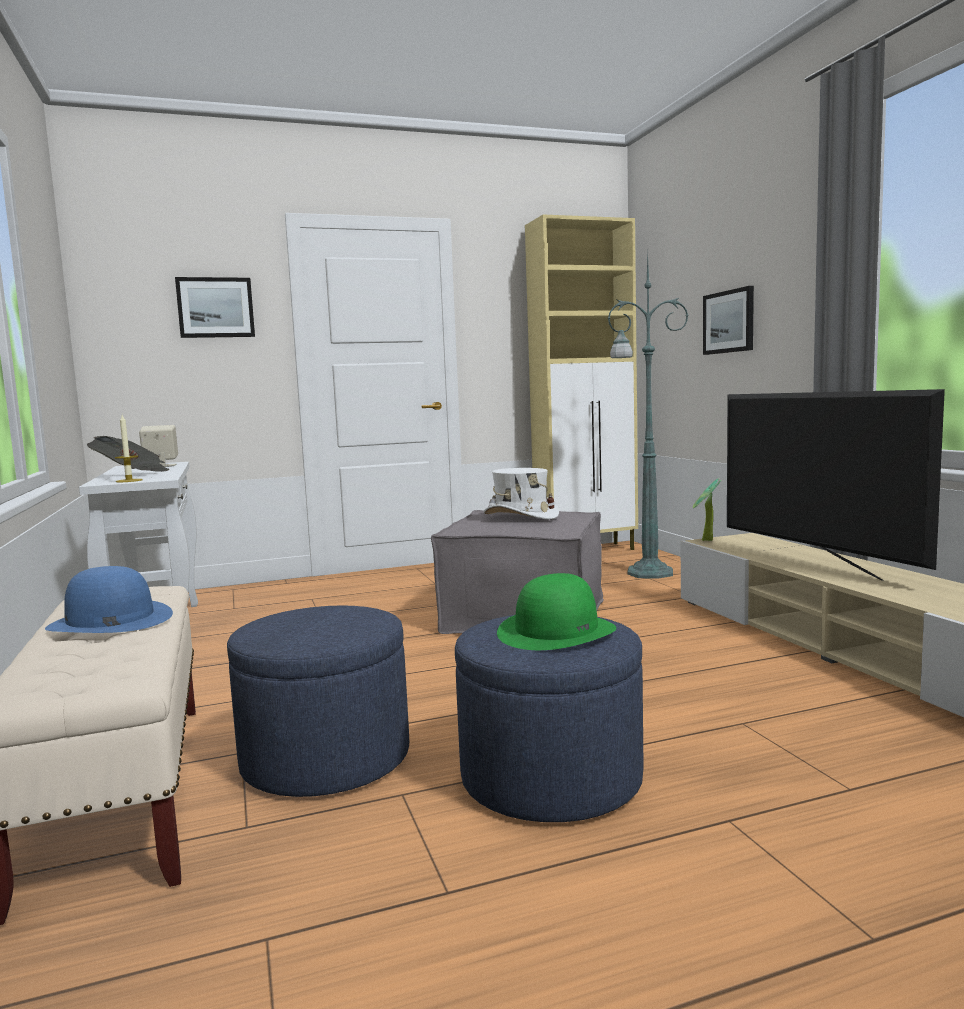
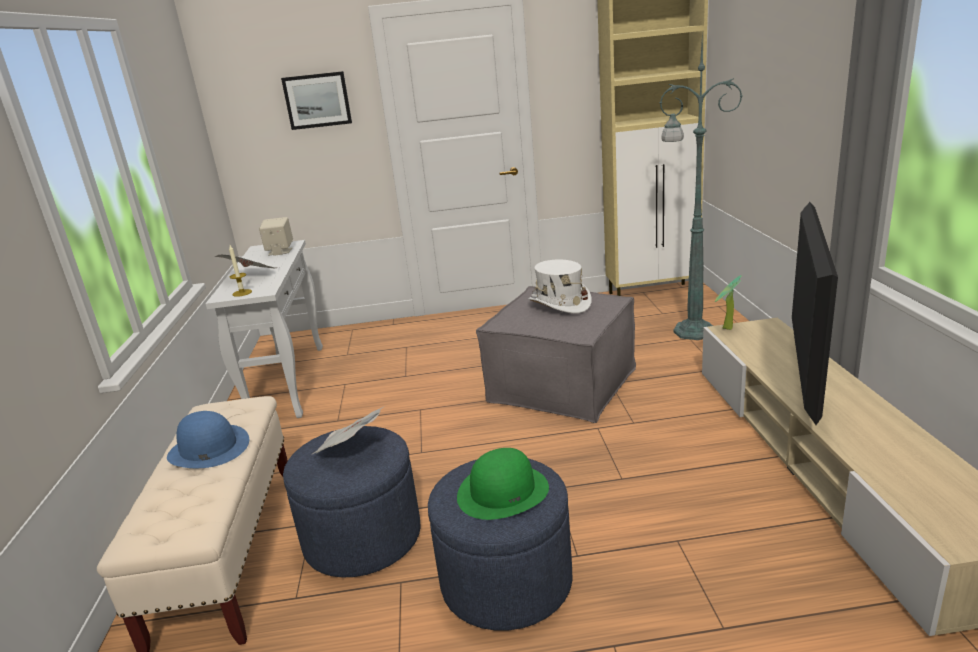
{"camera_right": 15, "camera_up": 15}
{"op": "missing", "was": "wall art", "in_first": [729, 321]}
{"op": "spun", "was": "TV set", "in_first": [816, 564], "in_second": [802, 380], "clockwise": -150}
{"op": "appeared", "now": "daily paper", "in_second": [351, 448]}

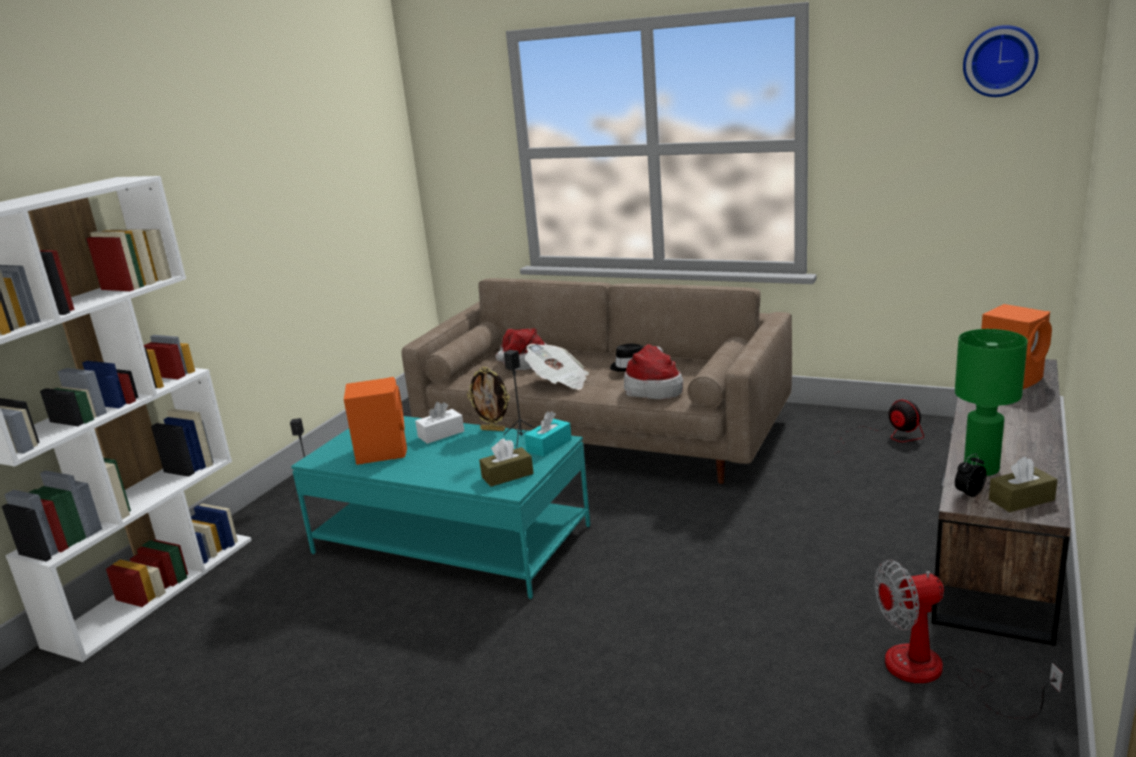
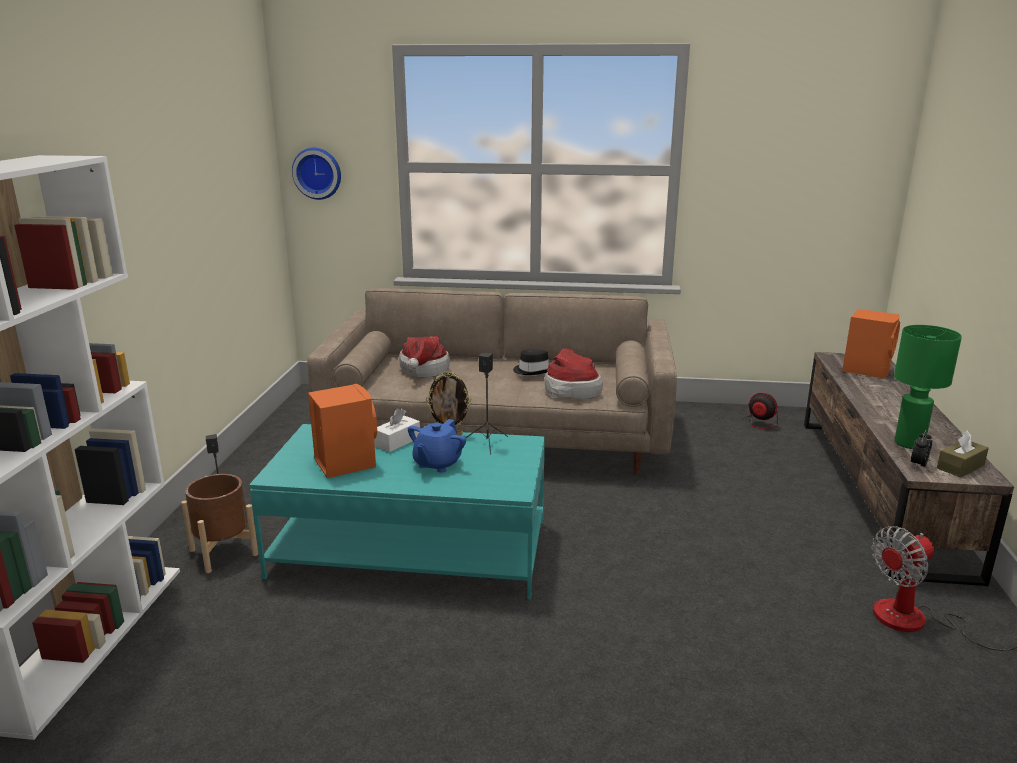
{"camera_right": -20, "camera_up": 0}
{"op": "relocated", "was": "wall clock", "in_first": [1000, 61], "in_second": [318, 173]}
{"op": "missing", "was": "daily paper", "in_first": [559, 382]}
{"op": "missing", "was": "turquoise tissue holder", "in_first": [549, 445]}
{"op": "missing", "was": "brown-coloured tissue holder", "in_first": [507, 475]}
{"op": "appeared", "now": "bluish teapot", "in_second": [437, 464]}
{"op": "appeared", "now": "brown-coloured planter", "in_second": [223, 552]}

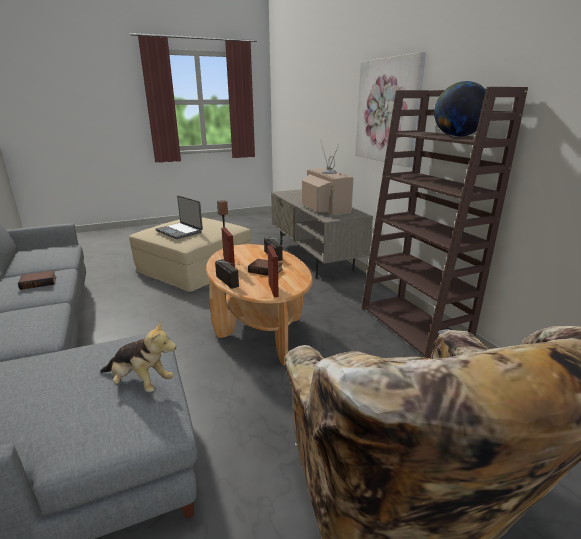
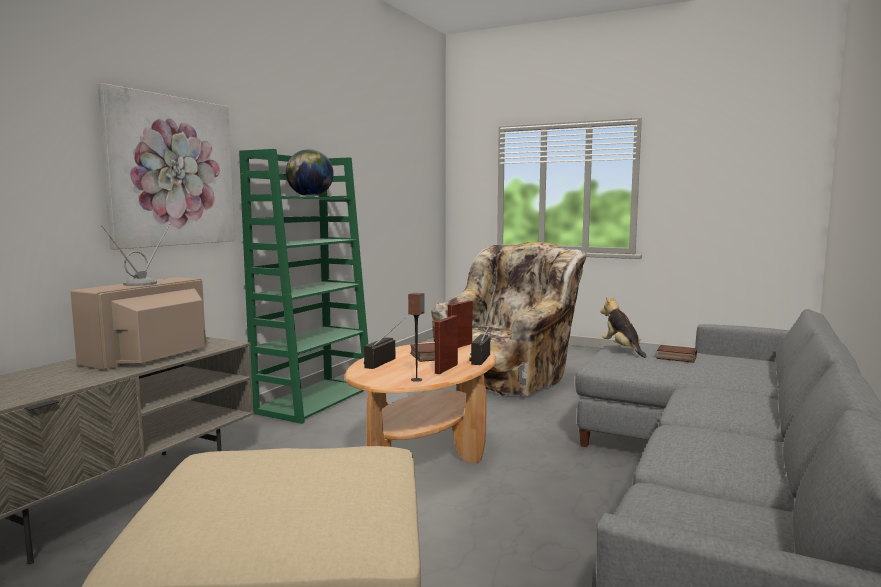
{"camera_right": -130, "camera_up": -15}
{"op": "colour", "was": "brown-coloured bookcase", "now": "green bookcase", "in_first": [414, 326], "in_second": [315, 400]}
{"op": "missing", "was": "laptop", "in_first": [180, 231]}
{"op": "relocated", "was": "volume", "in_first": [39, 282], "in_second": [675, 358]}

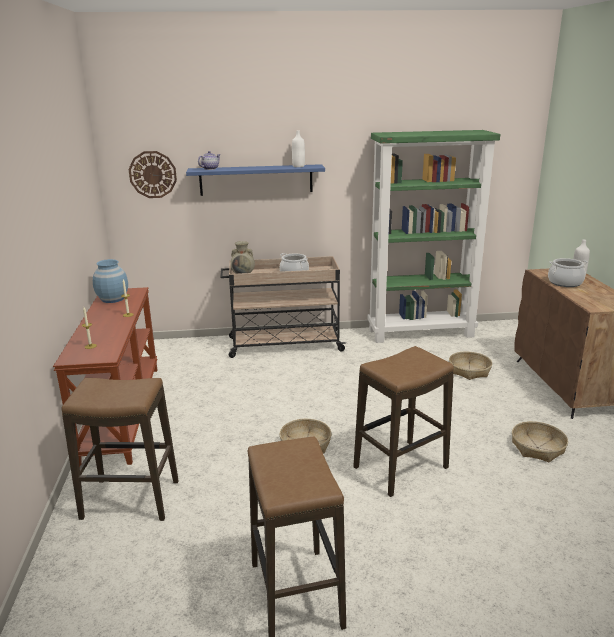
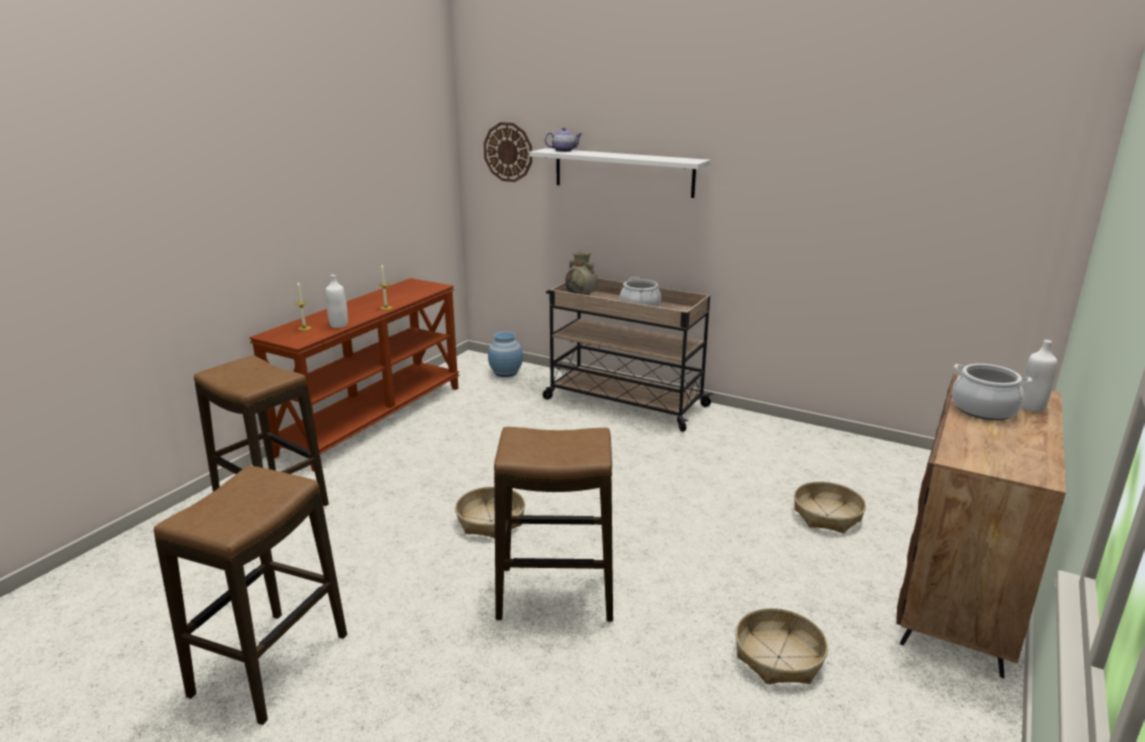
{"camera_right": 35, "camera_up": 0}
{"op": "relocated", "was": "white bottle", "in_first": [298, 166], "in_second": [339, 325]}
{"op": "missing", "was": "green bookcase", "in_first": [421, 332]}
{"op": "colour", "was": "bluish wall shelf", "now": "white wall shelf", "in_first": [256, 180], "in_second": [623, 172]}
{"op": "relocated", "was": "bluish vase", "in_first": [112, 299], "in_second": [506, 372]}

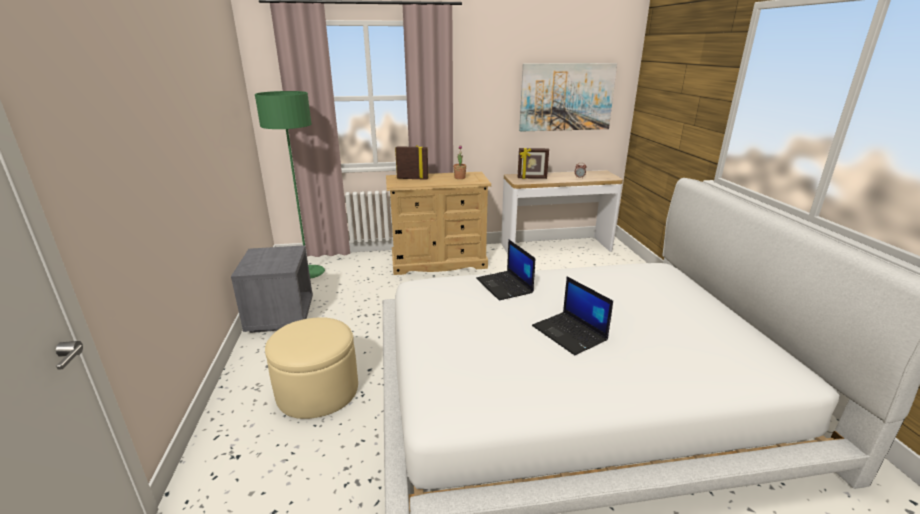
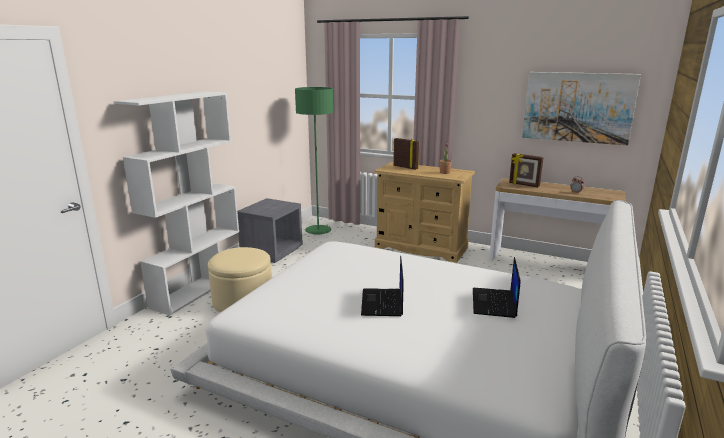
{"camera_right": 35, "camera_up": -5}
{"op": "relocated", "was": "laptop", "in_first": [505, 286], "in_second": [494, 303]}
{"op": "appeared", "now": "white bookcase", "in_second": [198, 288]}

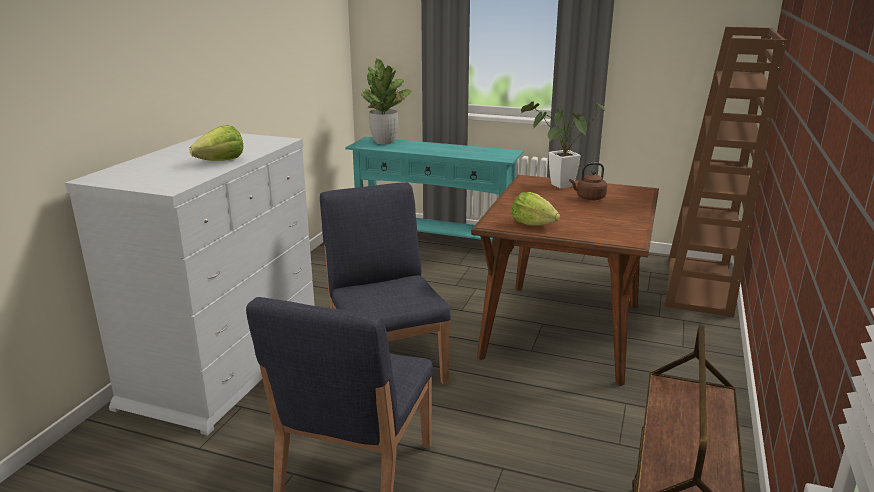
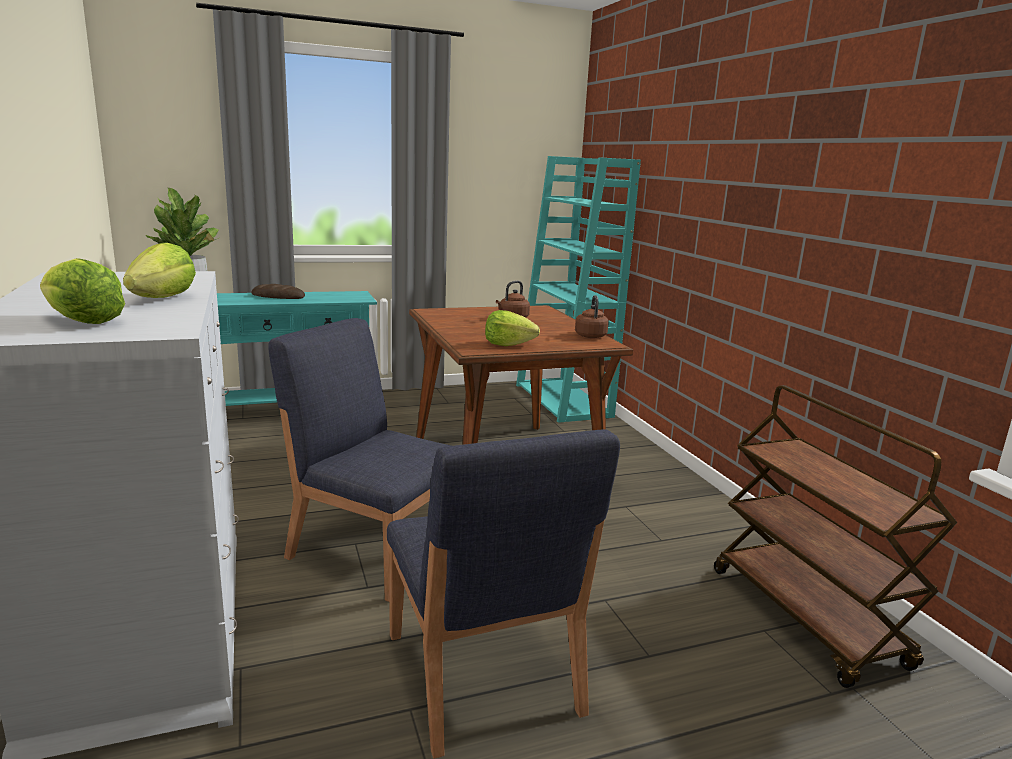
{"camera_right": -40, "camera_up": -5}
{"op": "colour", "was": "brown-coloured bookcase", "now": "turquoise bookcase", "in_first": [699, 286], "in_second": [564, 401]}
{"op": "missing", "was": "houseplant", "in_first": [557, 186]}
{"op": "appeared", "now": "head of lettuce", "in_second": [82, 321]}
{"op": "appeared", "now": "baked bread", "in_second": [278, 296]}
{"op": "appeared", "now": "brown-coloured tea kettle", "in_second": [590, 335]}

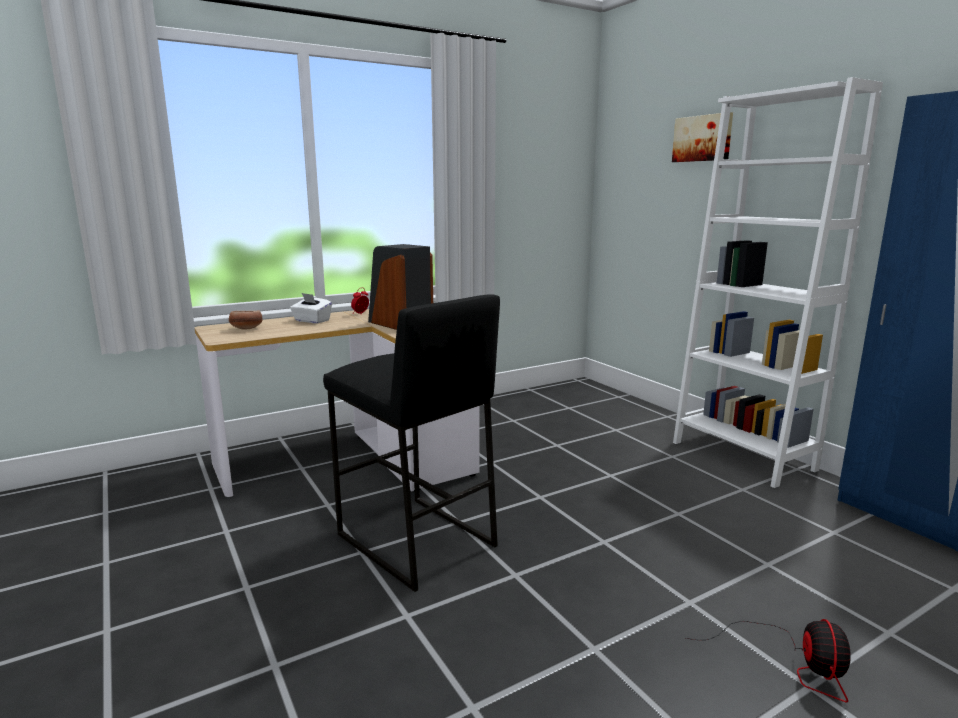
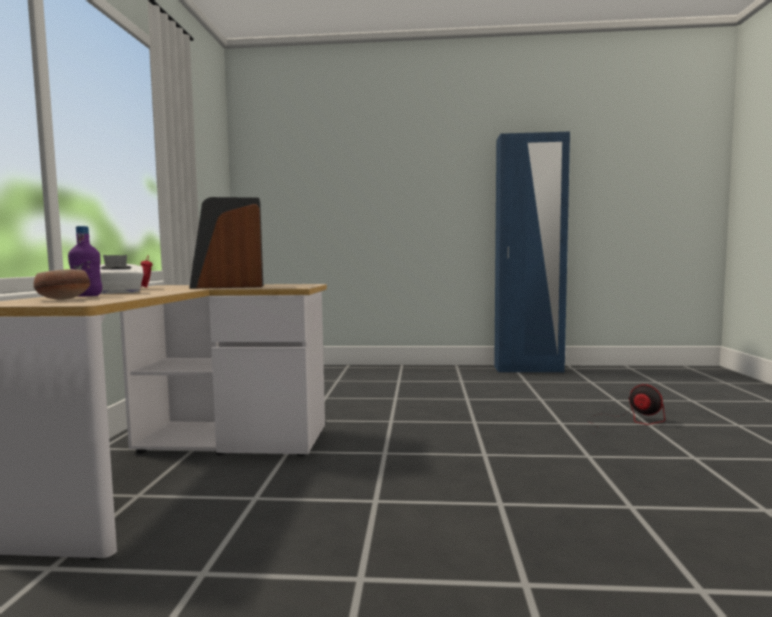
{"camera_right": -55, "camera_up": -10}
{"op": "missing", "was": "white bookcase", "in_first": [742, 456]}
{"op": "missing", "was": "wall art", "in_first": [703, 138]}
{"op": "missing", "was": "black stool seat", "in_first": [414, 540]}
{"op": "appeared", "now": "purplish bottle", "in_second": [87, 296]}

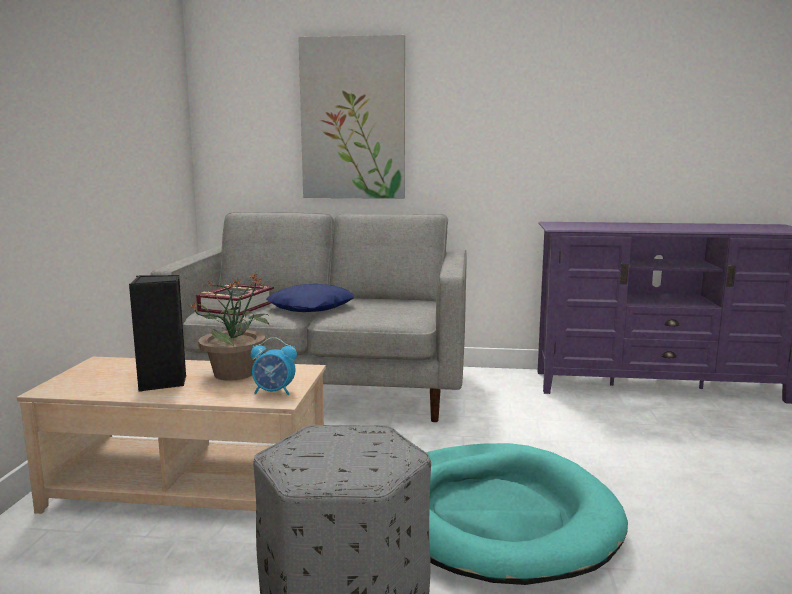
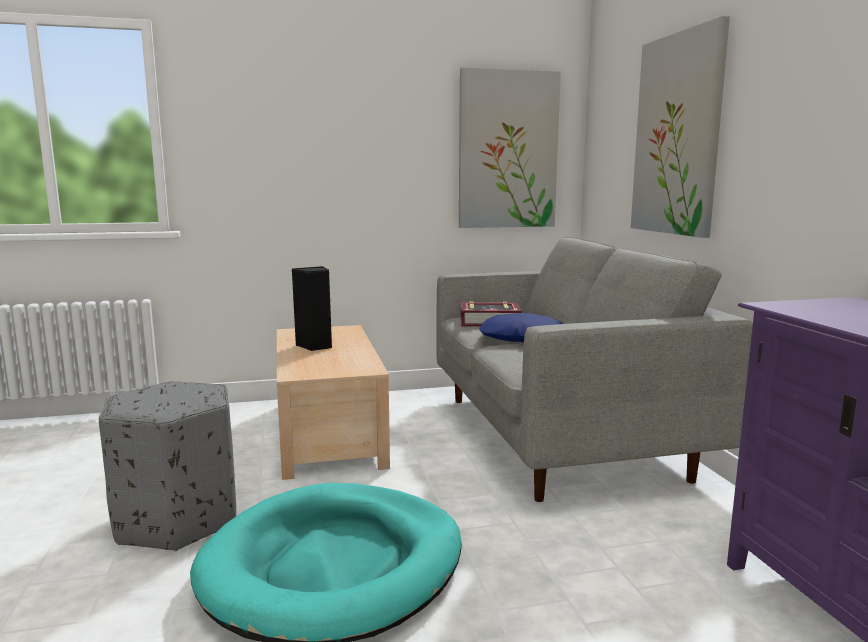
{"camera_right": 70, "camera_up": 0}
{"op": "missing", "was": "houseplant", "in_first": [235, 373]}
{"op": "missing", "was": "bedside clock", "in_first": [274, 392]}
{"op": "appeared", "now": "wall art", "in_second": [507, 150]}

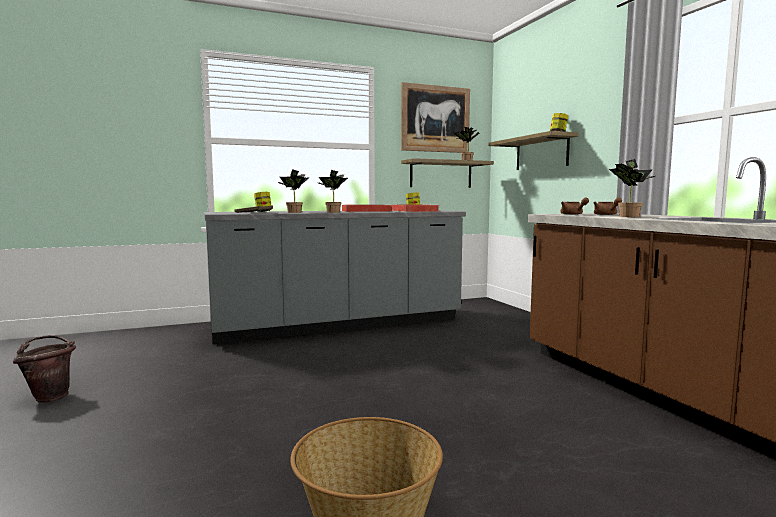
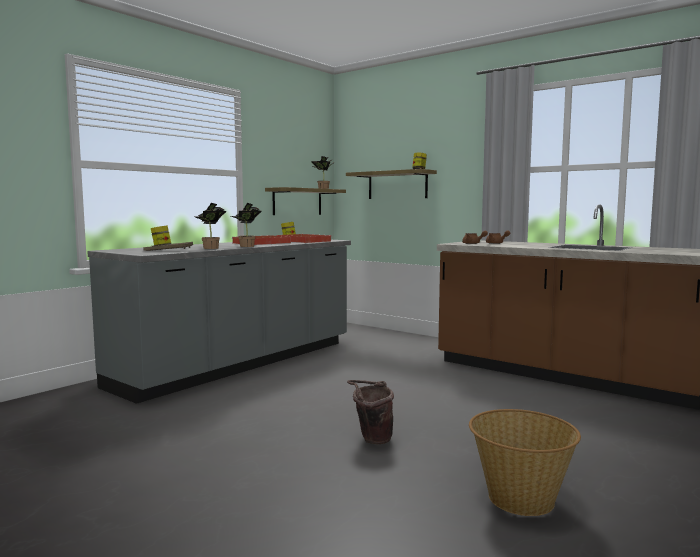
{"camera_right": -30, "camera_up": 0}
{"op": "missing", "was": "wall art", "in_first": [435, 119]}
{"op": "missing", "was": "houseplant", "in_first": [629, 216]}
{"op": "relocated", "was": "brown-coloured pail", "in_first": [50, 396], "in_second": [371, 439]}

